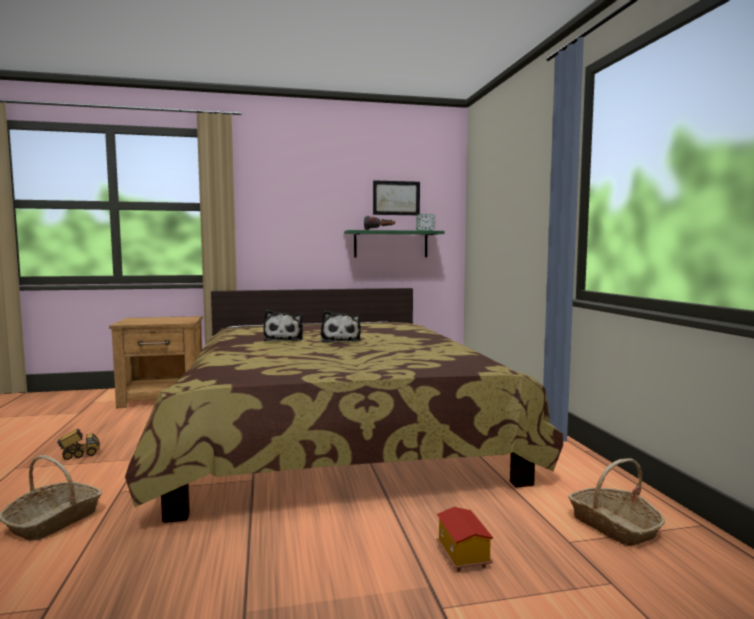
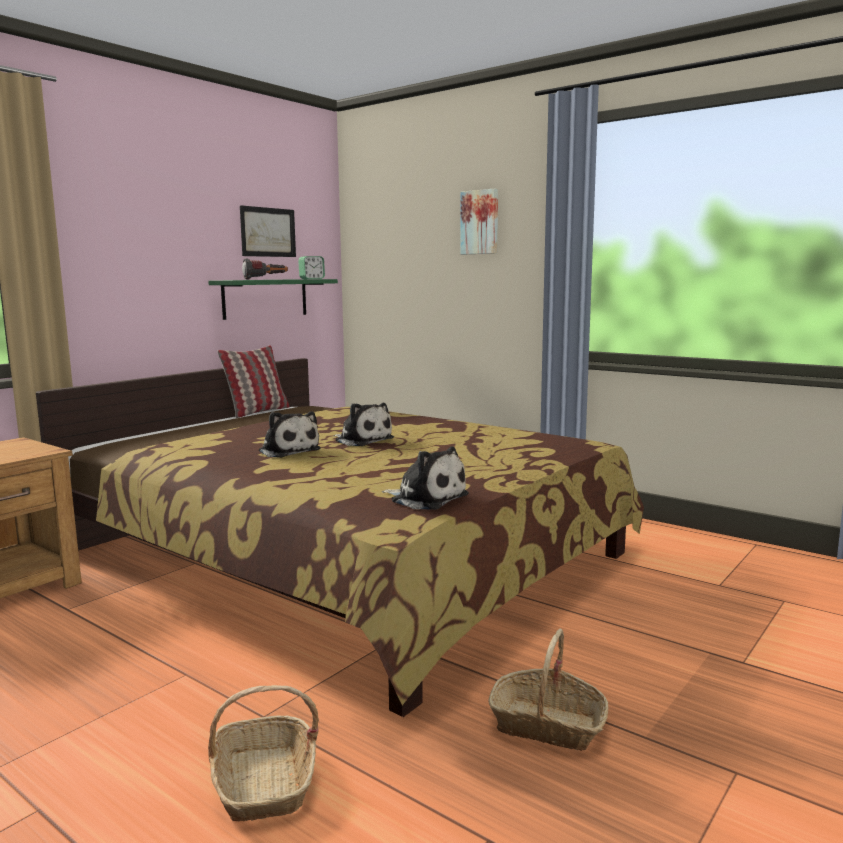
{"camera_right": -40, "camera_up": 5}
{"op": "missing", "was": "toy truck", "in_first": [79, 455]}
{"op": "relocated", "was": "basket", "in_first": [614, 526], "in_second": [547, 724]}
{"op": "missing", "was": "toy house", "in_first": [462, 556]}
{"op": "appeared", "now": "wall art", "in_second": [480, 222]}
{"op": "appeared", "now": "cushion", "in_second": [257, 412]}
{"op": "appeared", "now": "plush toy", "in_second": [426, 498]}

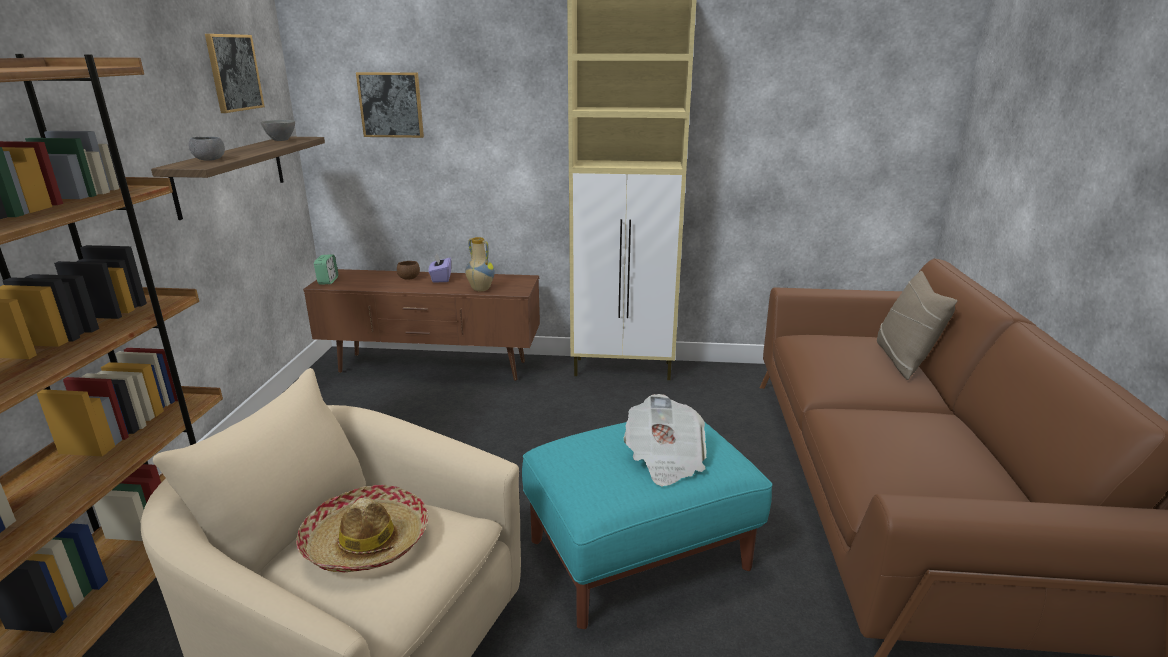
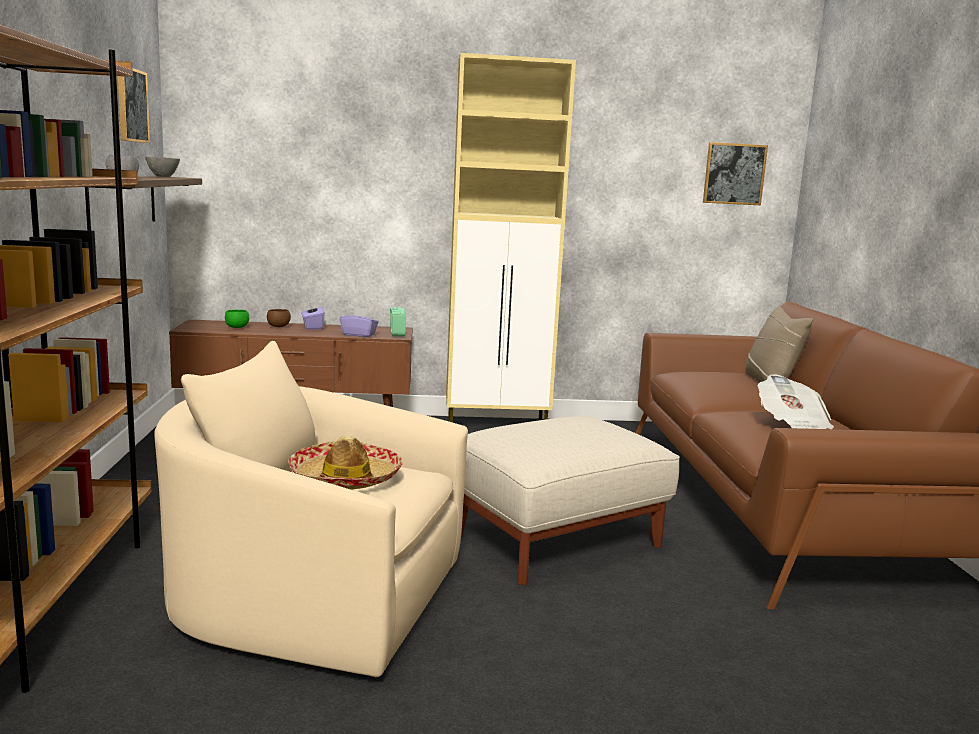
{"camera_right": -10, "camera_up": -10}
{"op": "relocated", "was": "wall art", "in_first": [391, 105], "in_second": [734, 174]}
{"op": "exchanged", "was": "vase", "now": "purplish tissue holder", "in_first": [480, 289], "in_second": [359, 334]}
{"op": "relocated", "was": "bedside clock", "in_first": [328, 281], "in_second": [397, 334]}
{"op": "relocated", "was": "daily paper", "in_first": [664, 459], "in_second": [792, 426]}
{"op": "colour", "was": "turquoise ottoman", "now": "beige ottoman", "in_first": [637, 553], "in_second": [556, 540]}
{"op": "appeared", "now": "green serving bowl", "in_second": [237, 327]}

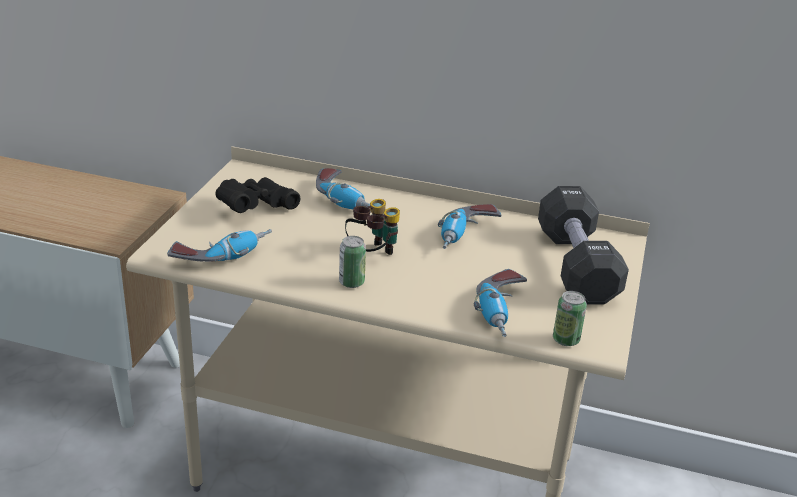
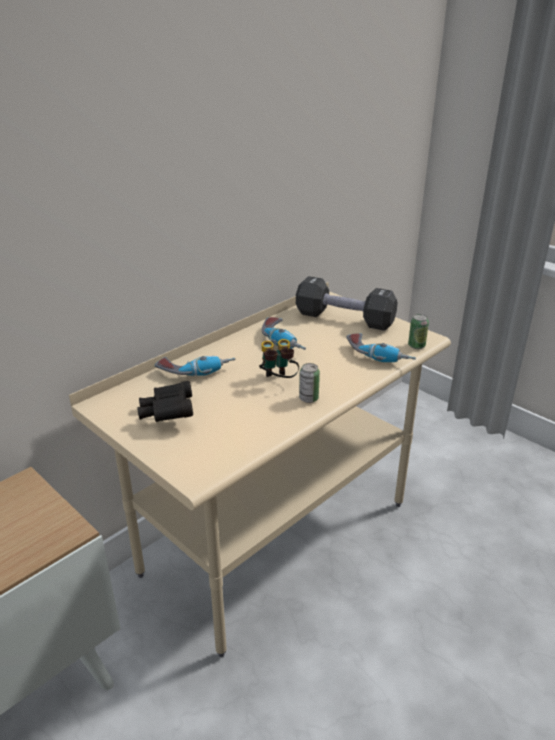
{"camera_right": -60, "camera_up": 0}
{"op": "missing", "was": "drill", "in_first": [222, 255]}

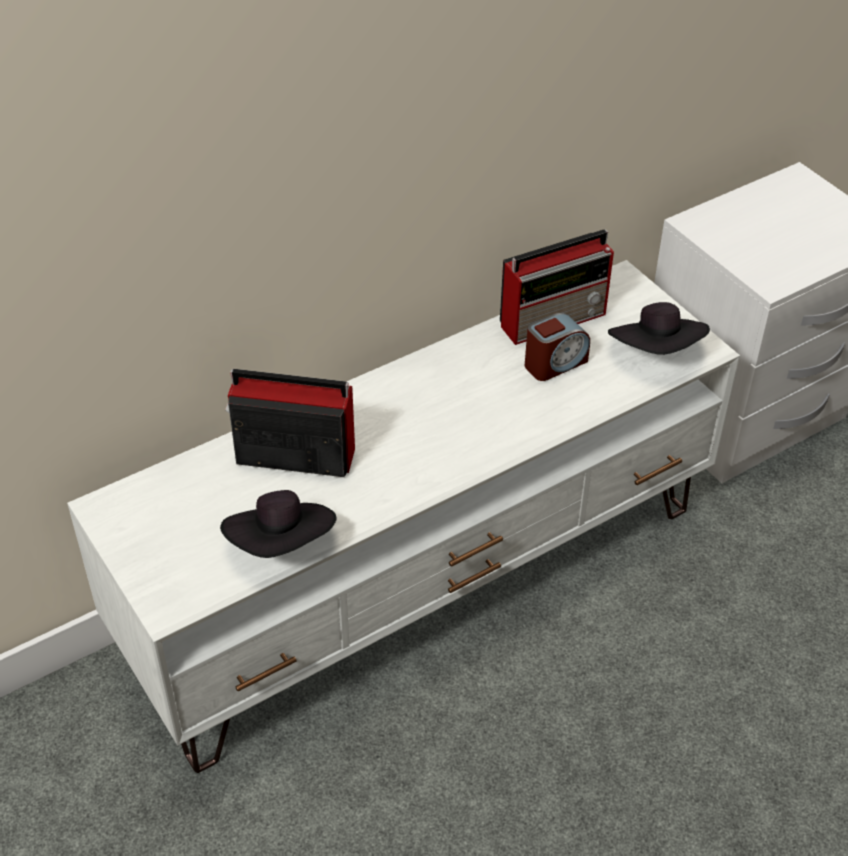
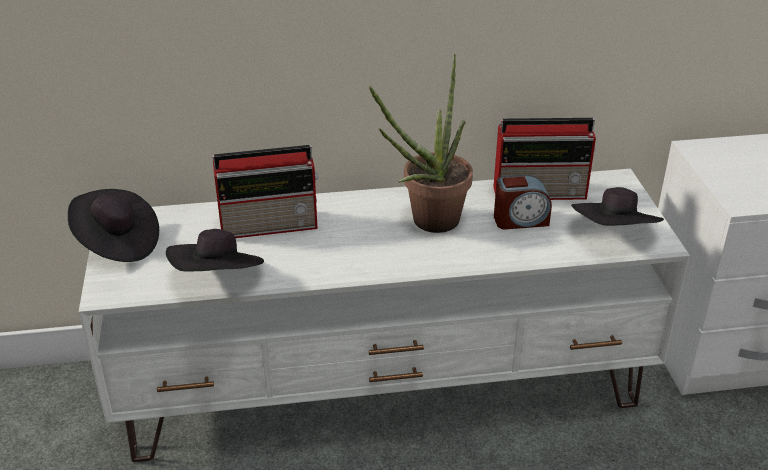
{"camera_right": 25, "camera_up": -10}
{"op": "spun", "was": "radio set", "in_first": [292, 455], "in_second": [271, 225], "clockwise": 135}
{"op": "appeared", "now": "houseplant", "in_second": [427, 223]}
{"op": "appeared", "now": "black clothing hat", "in_second": [117, 243]}

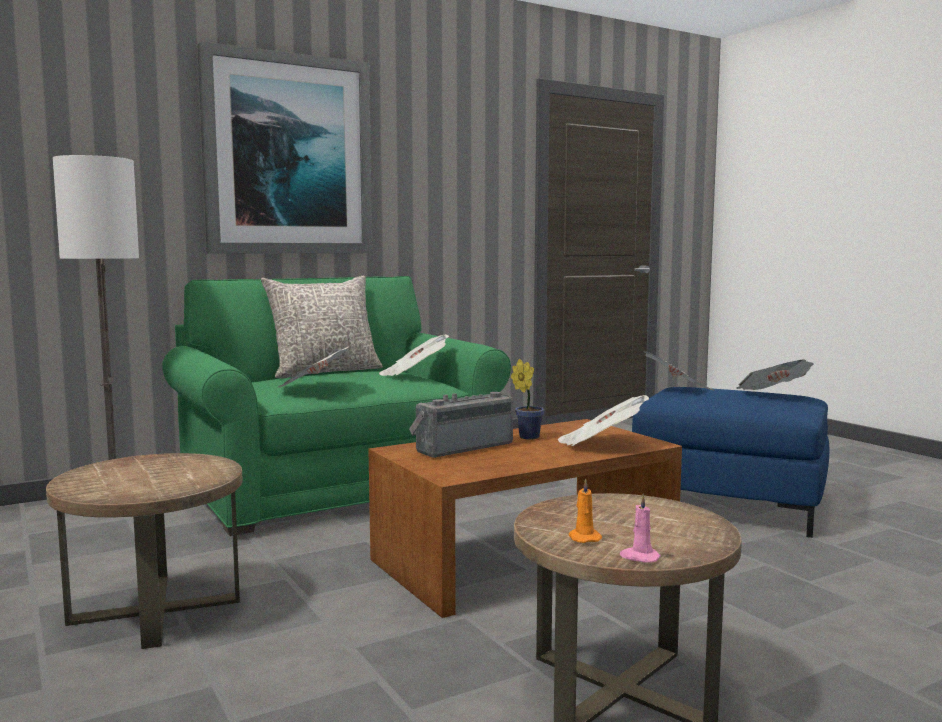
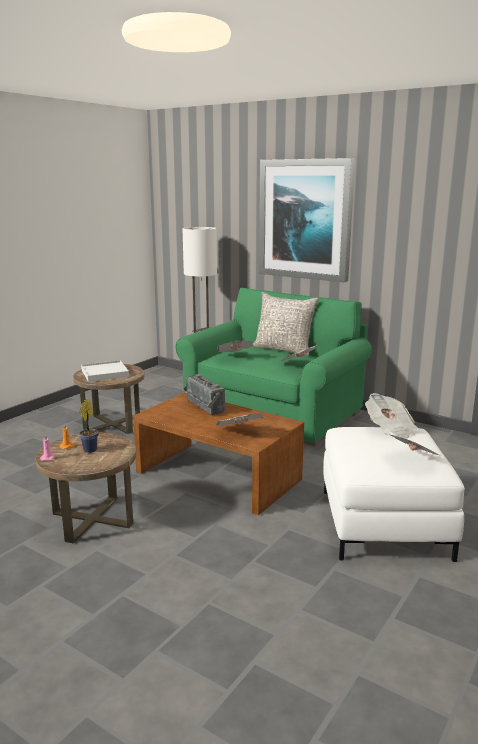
{"camera_right": 65, "camera_up": 10}
{"op": "relocated", "was": "houseplant", "in_first": [527, 436], "in_second": [91, 449]}
{"op": "colour", "was": "bluish ottoman", "now": "white ottoman", "in_first": [728, 503], "in_second": [384, 523]}
{"op": "spun", "was": "radio set", "in_first": [462, 447], "in_second": [202, 407], "clockwise": -150}
{"op": "appeared", "now": "white serving tray", "in_second": [105, 373]}

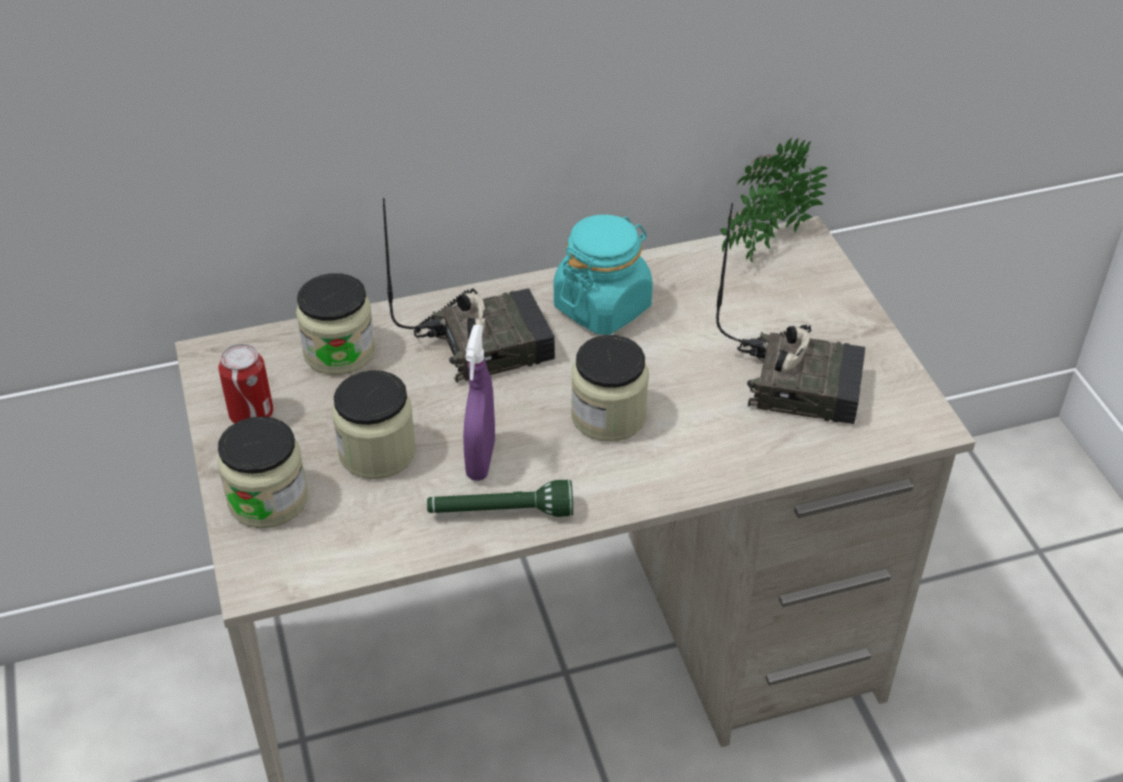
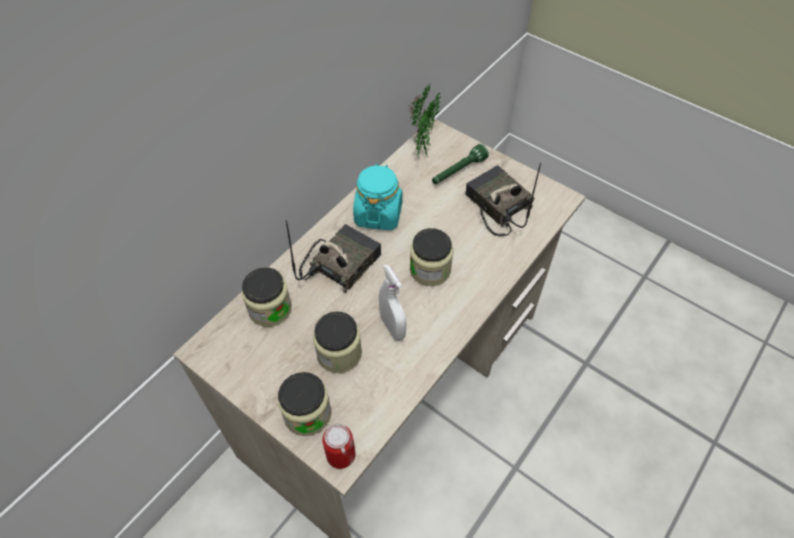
{"camera_right": -35, "camera_up": 10}
{"op": "spun", "was": "radio set", "in_first": [800, 382], "in_second": [496, 206], "clockwise": -105}
{"op": "colour", "was": "purplish spray bottle", "now": "white spray bottle", "in_first": [481, 460], "in_second": [392, 327]}
{"op": "relocated", "was": "metal can", "in_first": [251, 414], "in_second": [341, 455]}
{"op": "relocated", "was": "green flashlight", "in_first": [500, 513], "in_second": [458, 171]}

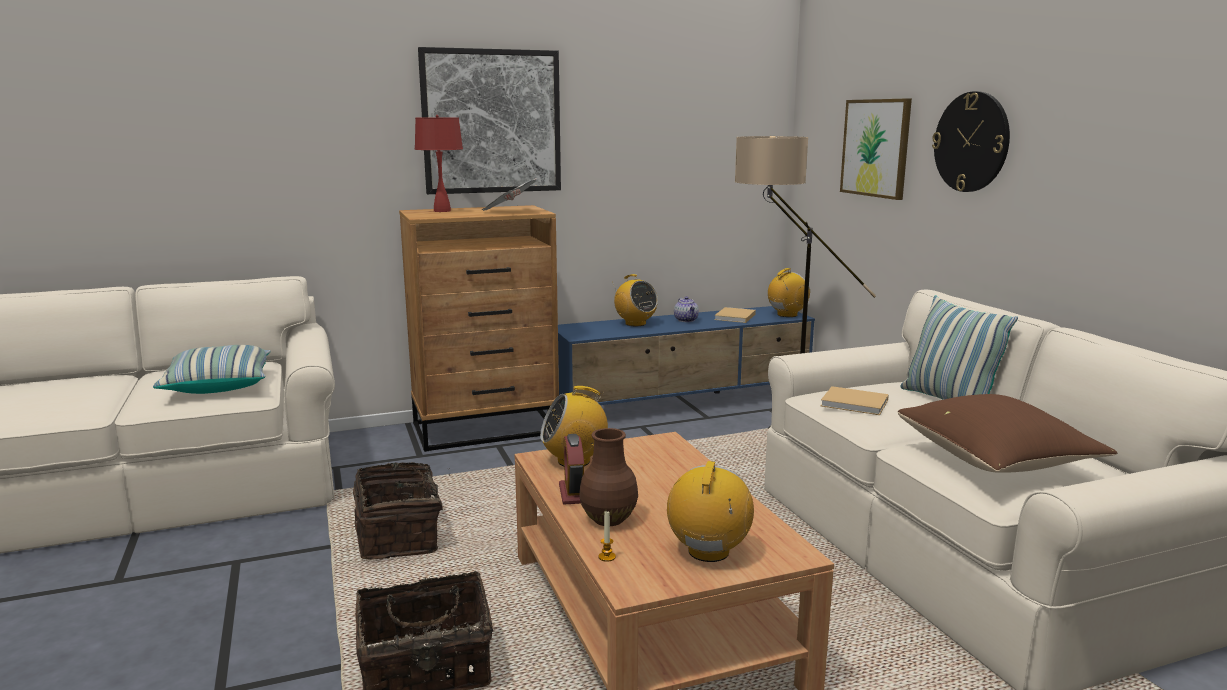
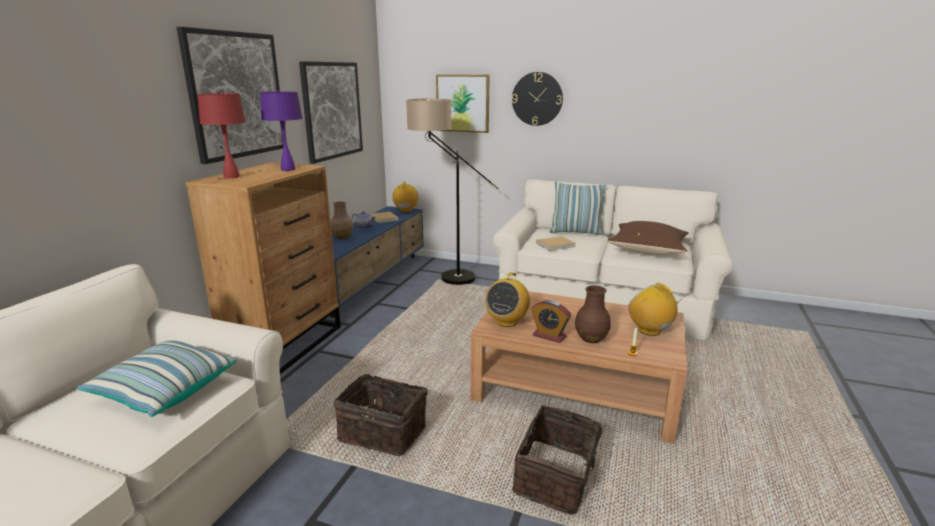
{"camera_right": -50, "camera_up": 5}
{"op": "exchanged", "was": "daily paper", "now": "purplish lamp for a table", "in_first": [508, 212], "in_second": [288, 169]}
{"op": "exchanged", "was": "radio set", "now": "brown-coloured vase", "in_first": [635, 323], "in_second": [342, 237]}
{"op": "appeared", "now": "wall art", "in_second": [332, 110]}

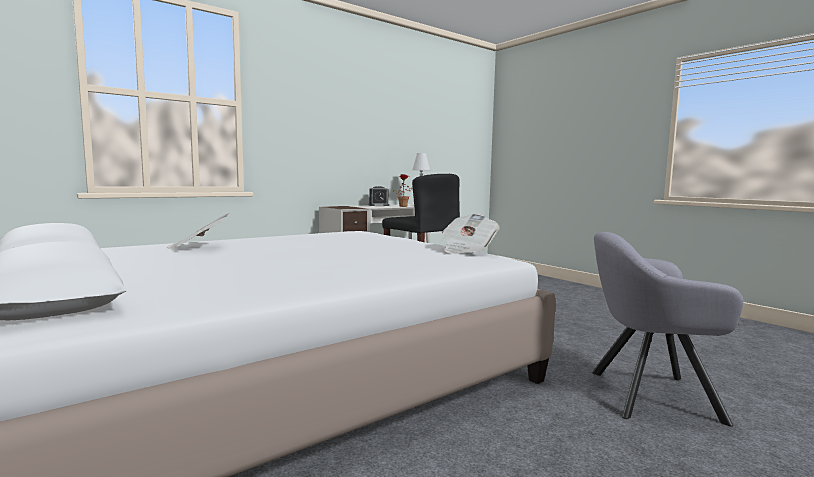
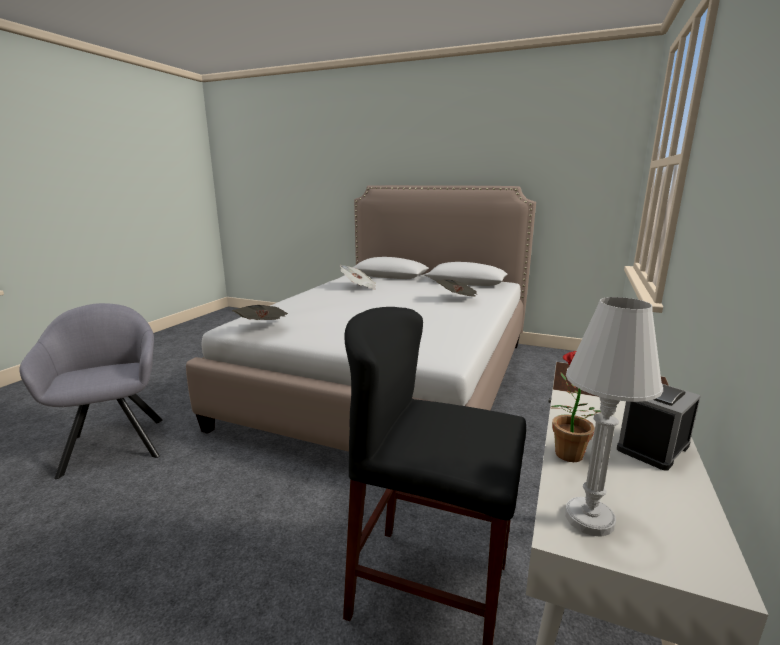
{"camera_right": 150, "camera_up": 10}
{"op": "spun", "was": "grey easy chair", "in_first": [645, 395], "in_second": [116, 442], "clockwise": -90}
{"op": "appeared", "now": "daily paper", "in_second": [359, 287]}

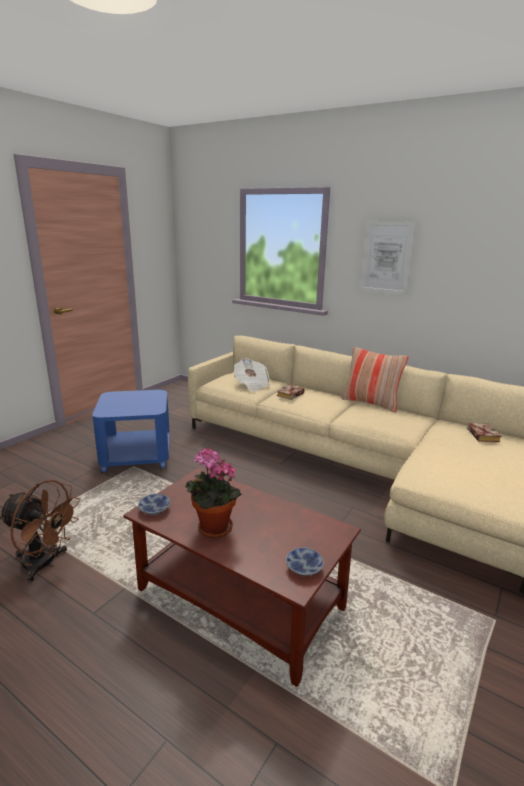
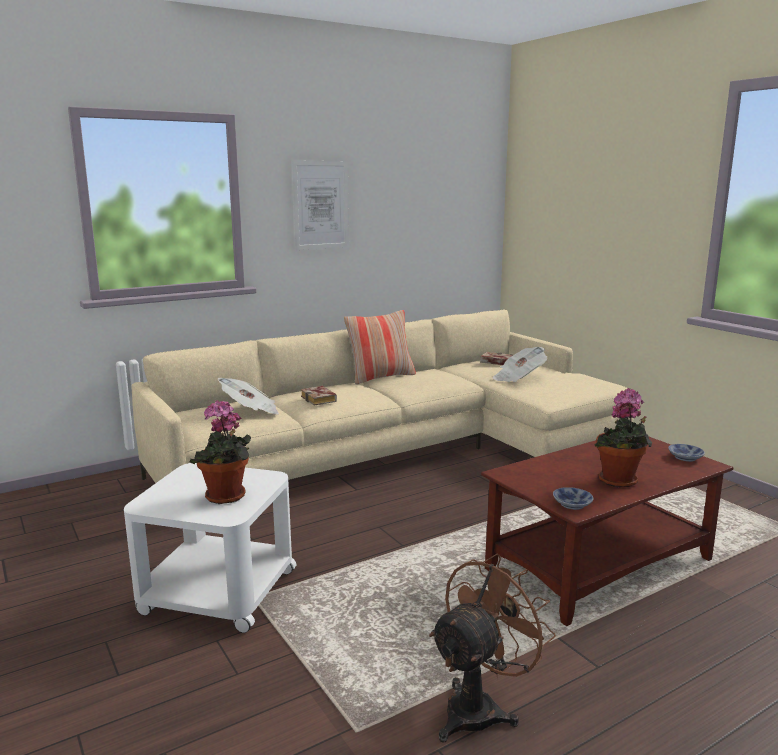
{"camera_right": -65, "camera_up": -5}
{"op": "colour", "was": "bluish accent table", "now": "white accent table", "in_first": [136, 456], "in_second": [217, 591]}
{"op": "appeared", "now": "daily paper", "in_second": [518, 378]}
{"op": "appeared", "now": "houseplant", "in_second": [226, 498]}

